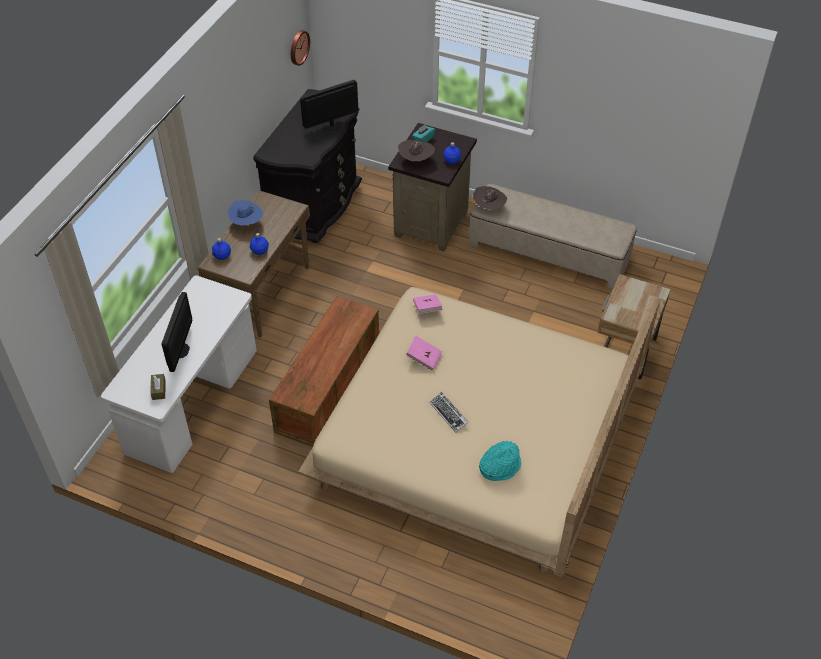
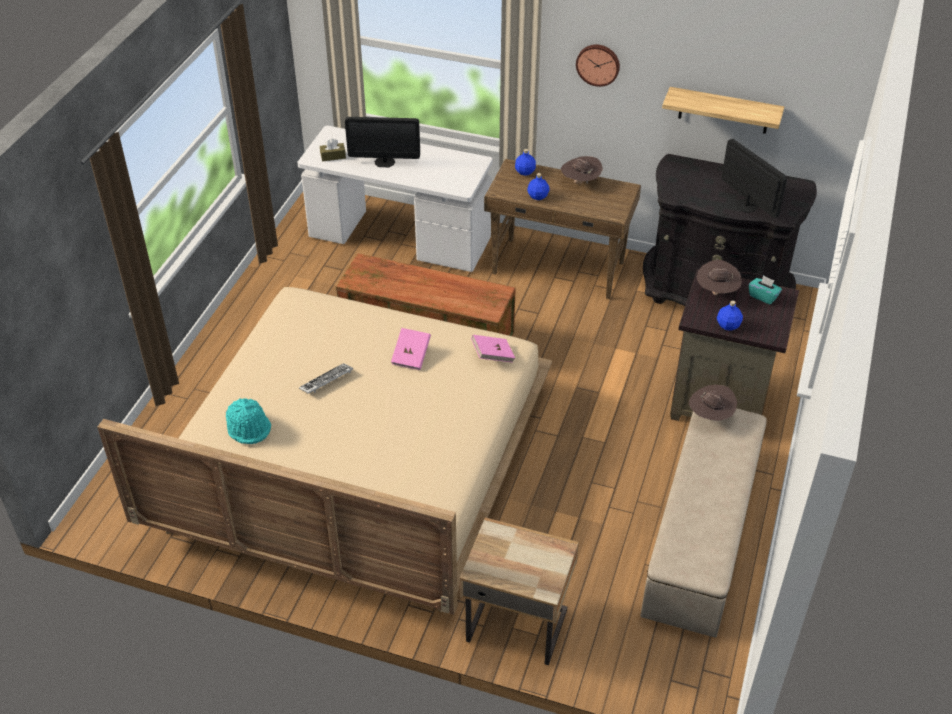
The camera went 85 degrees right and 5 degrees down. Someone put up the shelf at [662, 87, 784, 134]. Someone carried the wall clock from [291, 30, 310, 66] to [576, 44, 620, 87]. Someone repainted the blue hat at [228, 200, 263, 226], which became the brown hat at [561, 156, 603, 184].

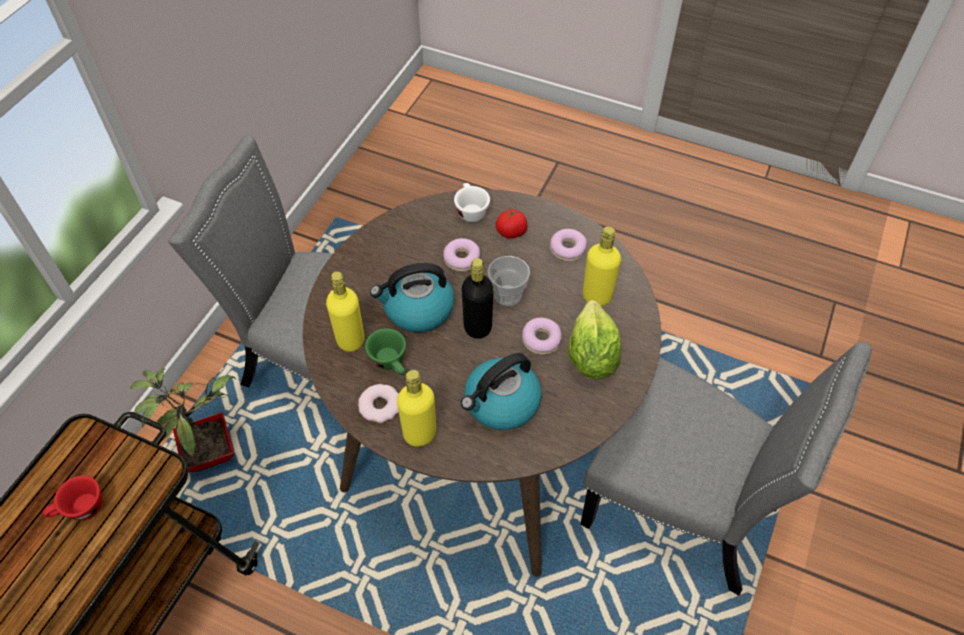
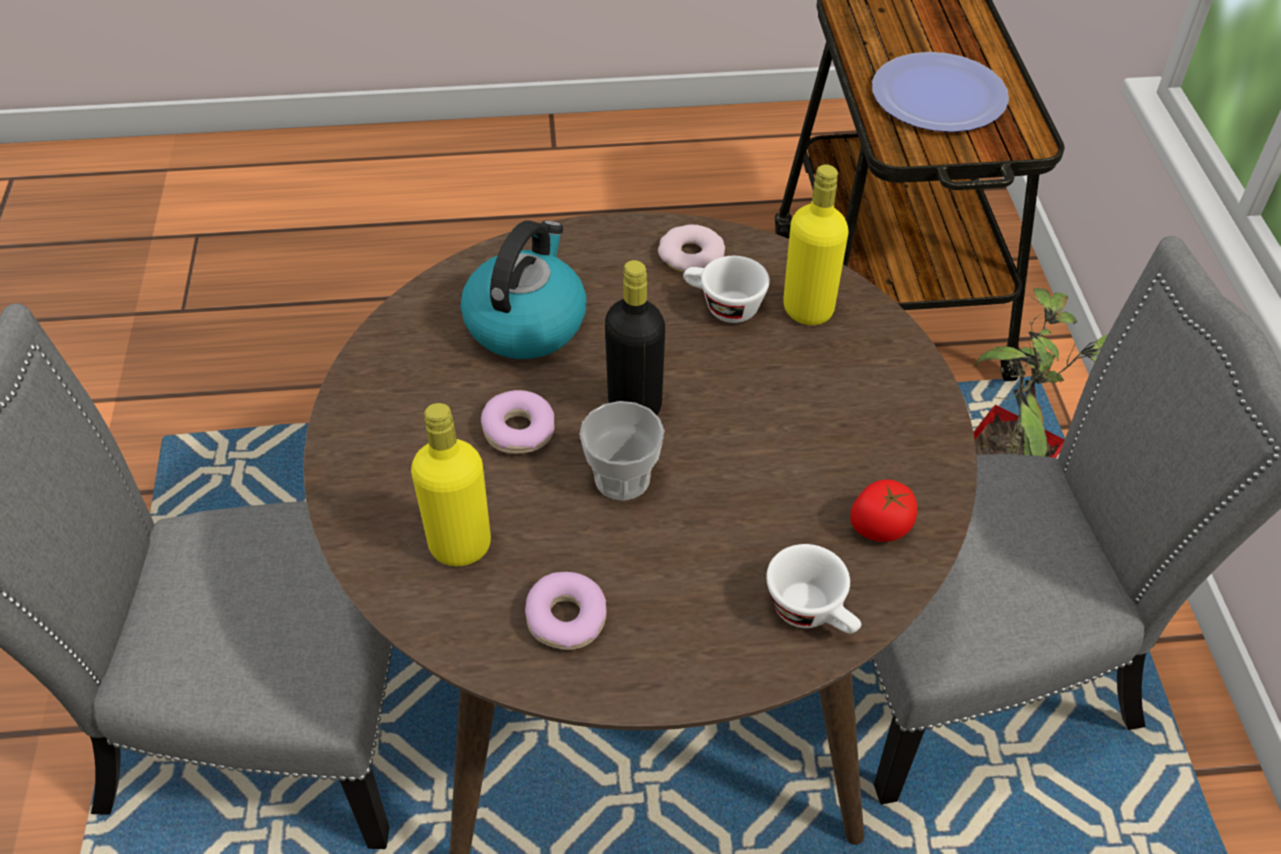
The camera went 150 degrees right and 5 degrees down. Someone took away the kettle at [370, 263, 455, 332]. Someone took away the yellow bottle at [397, 370, 436, 447]. Someone took away the donut at [443, 238, 480, 271]. Someone took away the lettuce at [568, 300, 621, 379]. Someone carried the tomato from [495, 209, 527, 238] to [850, 480, 917, 542]. Someone swapped the red cup at [43, 476, 102, 521] for the plate at [872, 52, 1009, 132]. Someone repainted the green cup at [365, 328, 406, 375], which became the white cup at [683, 256, 770, 323].

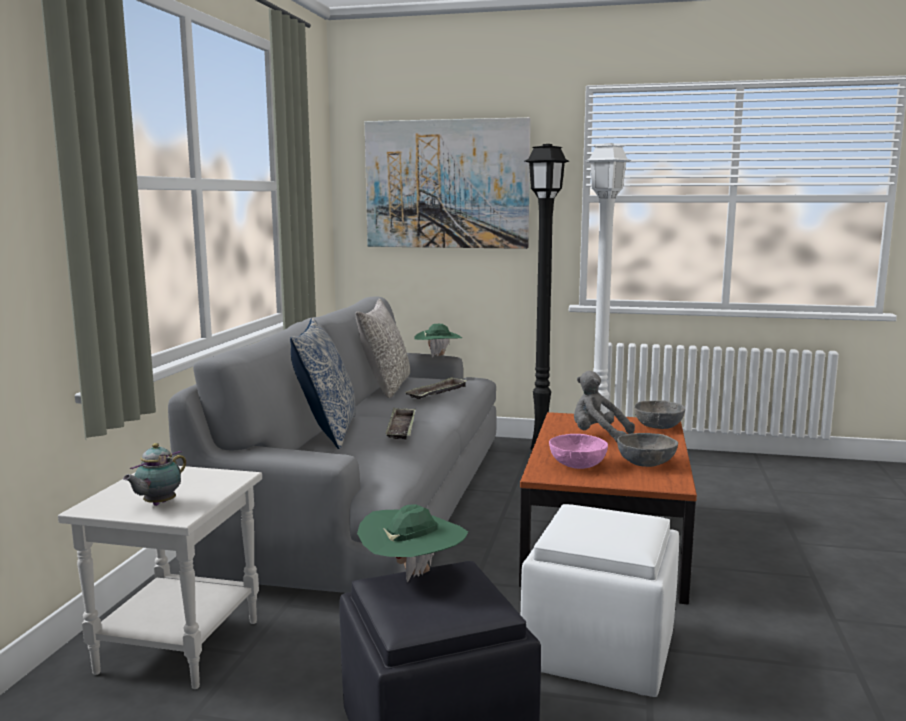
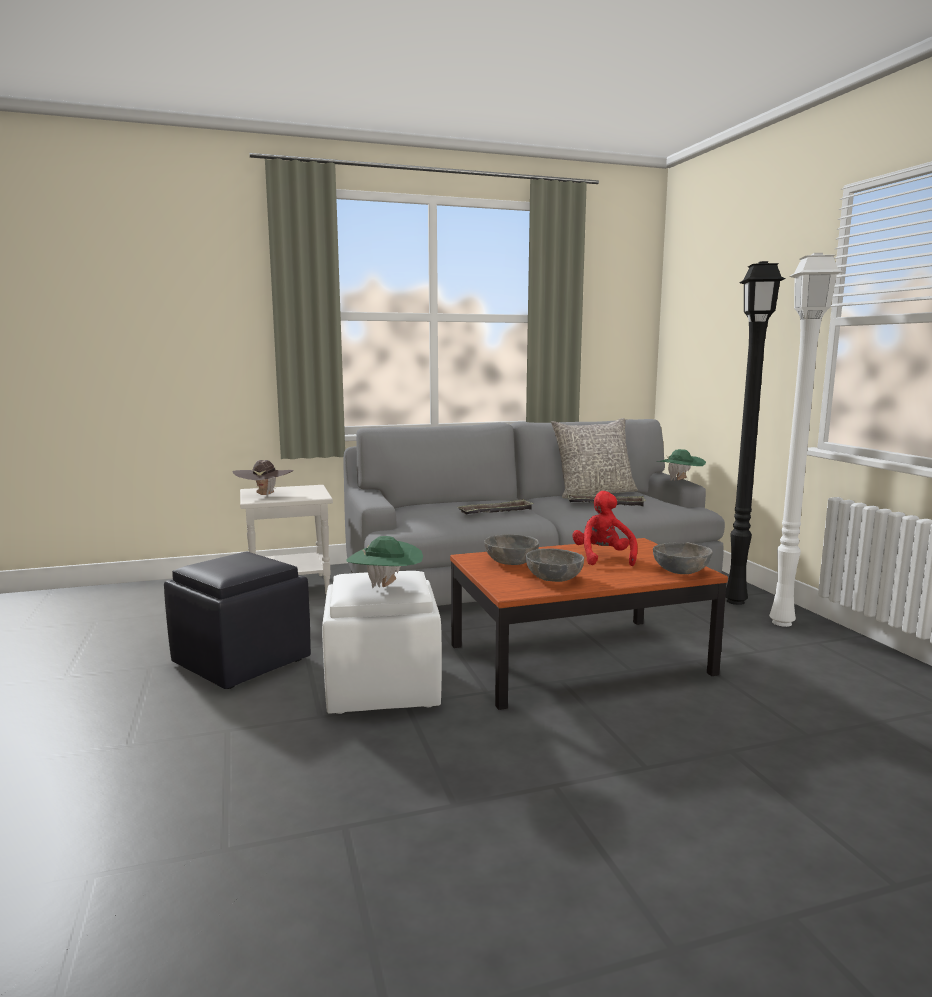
The camera went 60 degrees right and 0 degrees up. Someone took away the pillow at [290, 318, 356, 449]. Someone took away the picture at [365, 117, 531, 249]. Someone carried the green hat from [357, 504, 468, 582] to [346, 536, 423, 588]. Someone swapped the teapot at [123, 443, 187, 506] for the brown hat at [233, 460, 294, 496]. Someone repainted the pink bowl at [549, 434, 608, 469], which became the grey bowl at [484, 534, 539, 565]. Someone repainted the grey plush toy at [574, 371, 635, 442], which became the red plush toy at [572, 491, 638, 566].

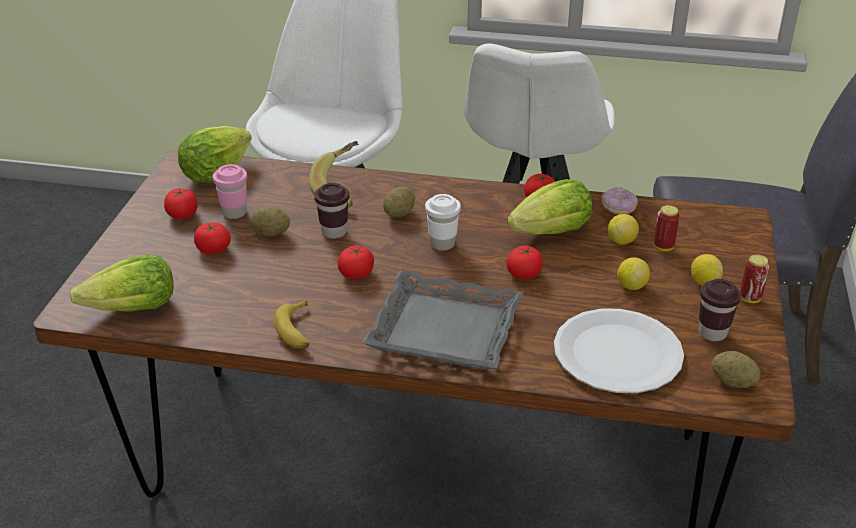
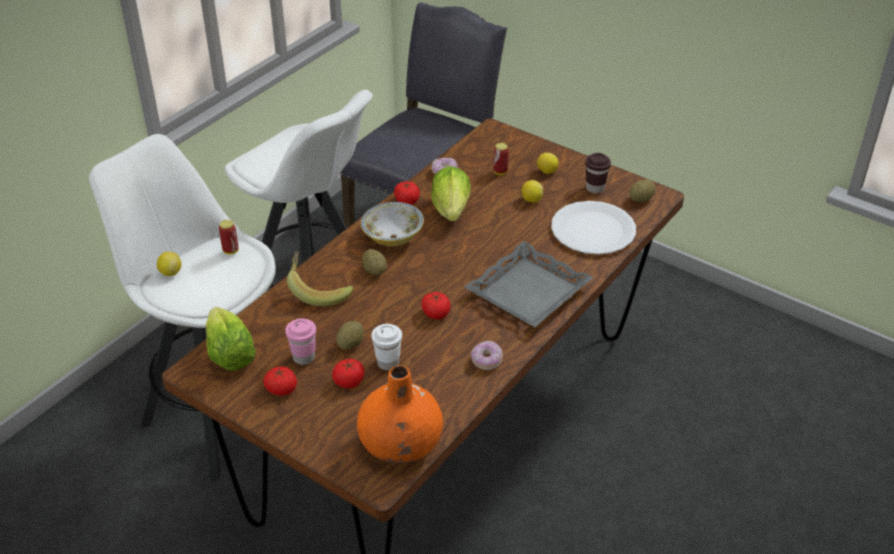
The camera went 65 degrees left and 5 degrees up. Someone took away the brown cup at [314, 183, 349, 239]. Someone took away the tomato at [507, 246, 543, 279]. Someone put down the bowl at [361, 202, 424, 246]. Someone carried the white cup from [425, 194, 461, 251] to [372, 324, 402, 370]. Someone carried the lemon from [608, 214, 639, 245] to [157, 252, 181, 276]. Someone carried the can from [740, 255, 769, 303] to [219, 220, 239, 255]. Someone swapped the lettuce at [70, 254, 174, 312] for the orange vase at [357, 365, 443, 463]. Someone swapped the banana at [274, 300, 310, 348] for the donut at [471, 341, 503, 370].

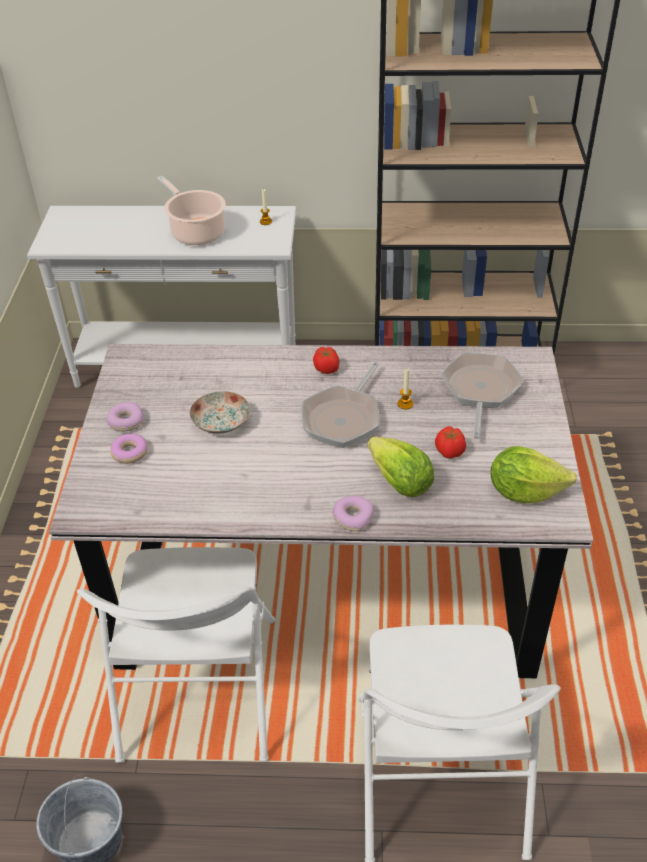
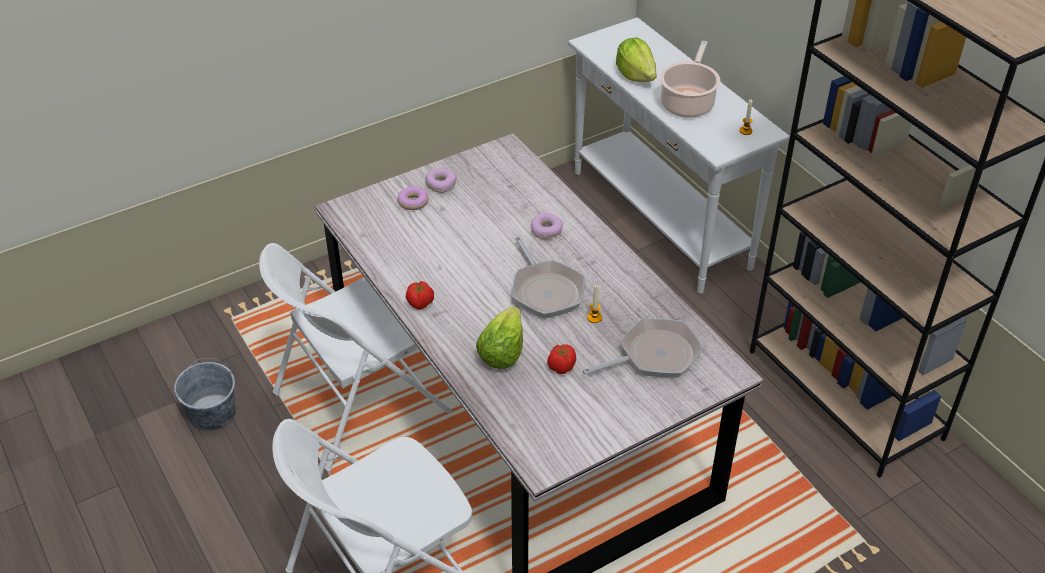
The camera went 55 degrees right and 0 degrees up. Someone took away the plate at [189, 391, 250, 434]. Someone carried the tomato from [313, 347, 339, 374] to [406, 281, 434, 309]. Someone carried the donut from [333, 496, 374, 531] to [530, 213, 563, 239]. Someone carried the lettuce from [491, 446, 577, 503] to [616, 37, 657, 82]. Someone rotated the frying pan at [301, 362, 380, 448] by 105 degrees counterclockwise.

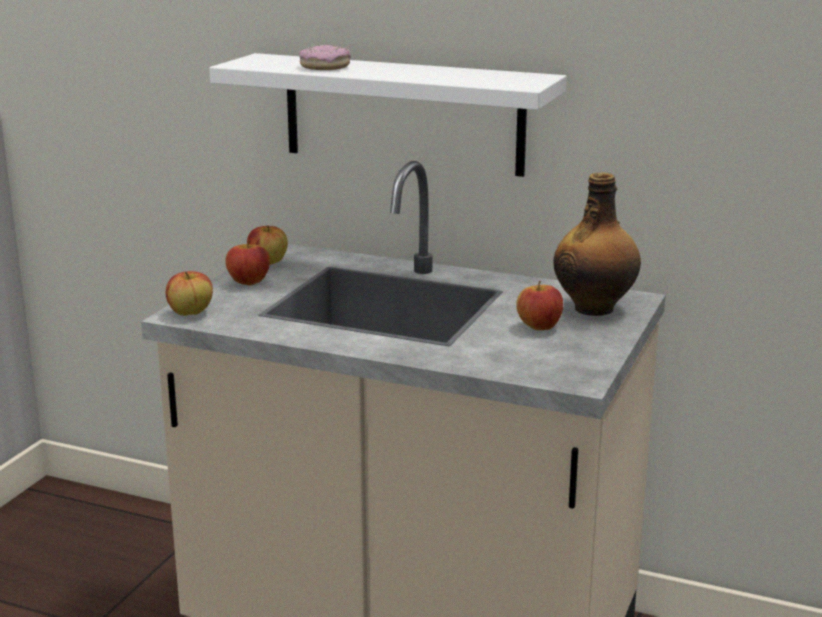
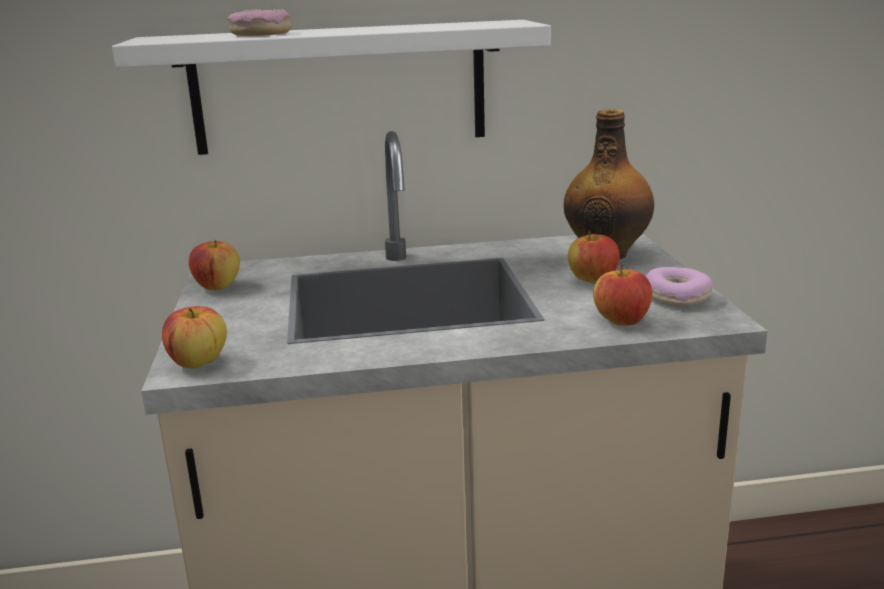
The camera went 30 degrees left and 0 degrees up. Someone put down the donut at [646, 267, 713, 307]. Someone carried the apple from [225, 240, 270, 285] to [593, 264, 652, 326].

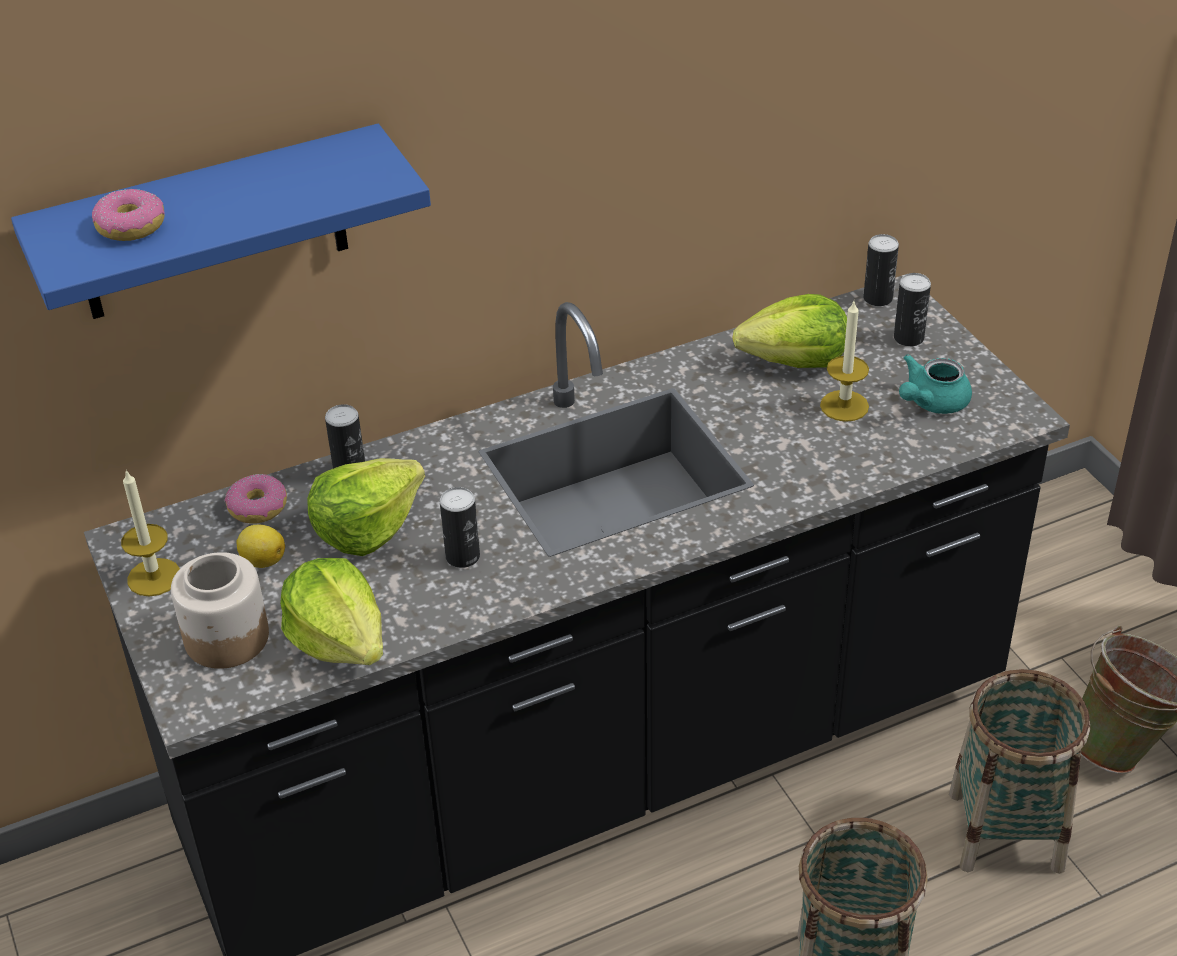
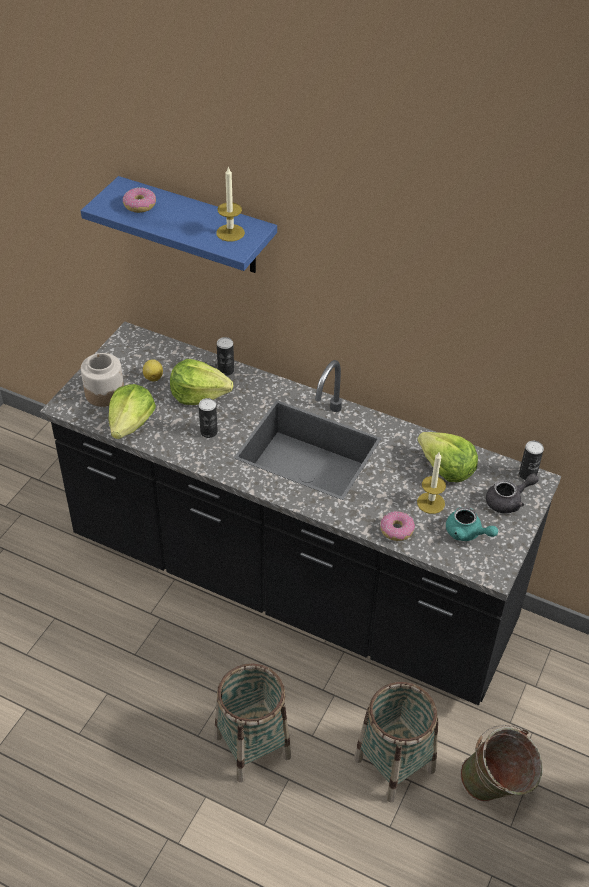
The camera went 50 degrees right and 5 degrees up. Someone carried the candle from [121, 469, 180, 597] to [216, 166, 245, 242]. Someone carried the donut from [225, 474, 287, 524] to [380, 511, 415, 541]. Someone swapped the can at [894, 273, 931, 346] for the grey teapot at [486, 473, 539, 513]. Someone rotated the turquoise teapot at [899, 354, 972, 414] by 150 degrees counterclockwise.

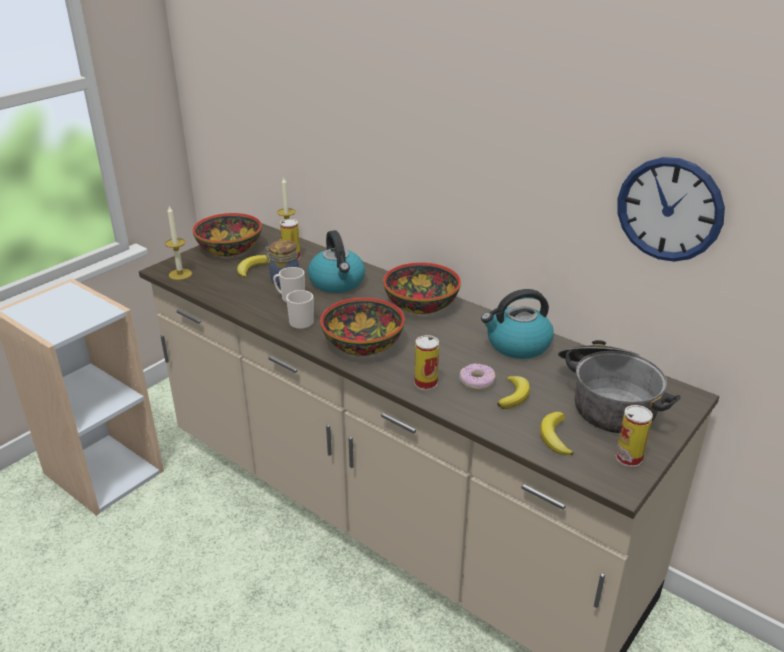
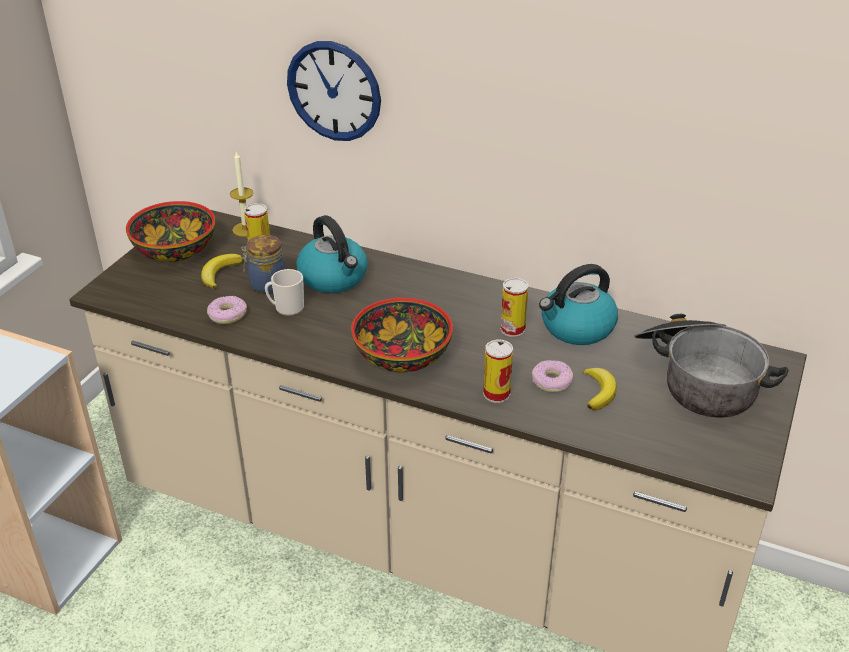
The camera went 15 degrees left and 5 degrees up. Someone took away the candle at [165, 206, 192, 280]. Someone took away the mug at [286, 290, 314, 329]. Someone took away the bowl at [383, 262, 461, 314]. Someone took away the banana at [540, 412, 574, 456]. Someone put down the donut at [207, 296, 247, 324]. Someone carried the can from [616, 405, 653, 467] to [501, 278, 528, 337]. Someone carried the wall clock from [617, 157, 725, 262] to [287, 41, 381, 141].

